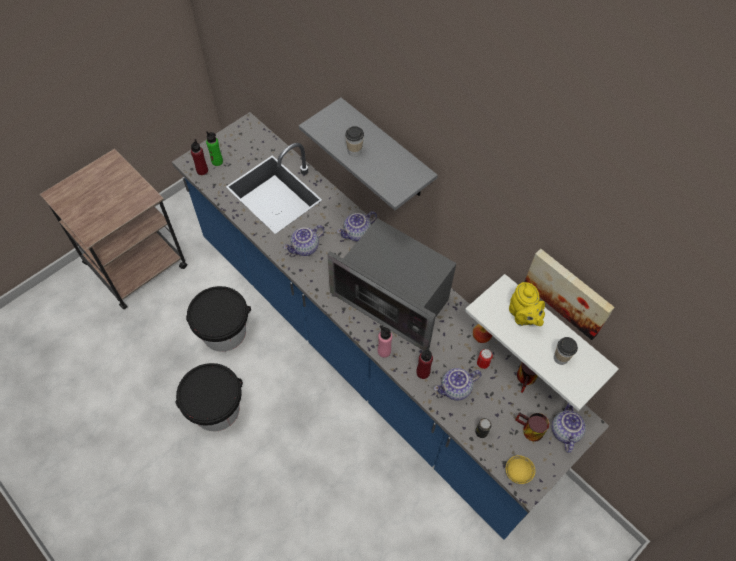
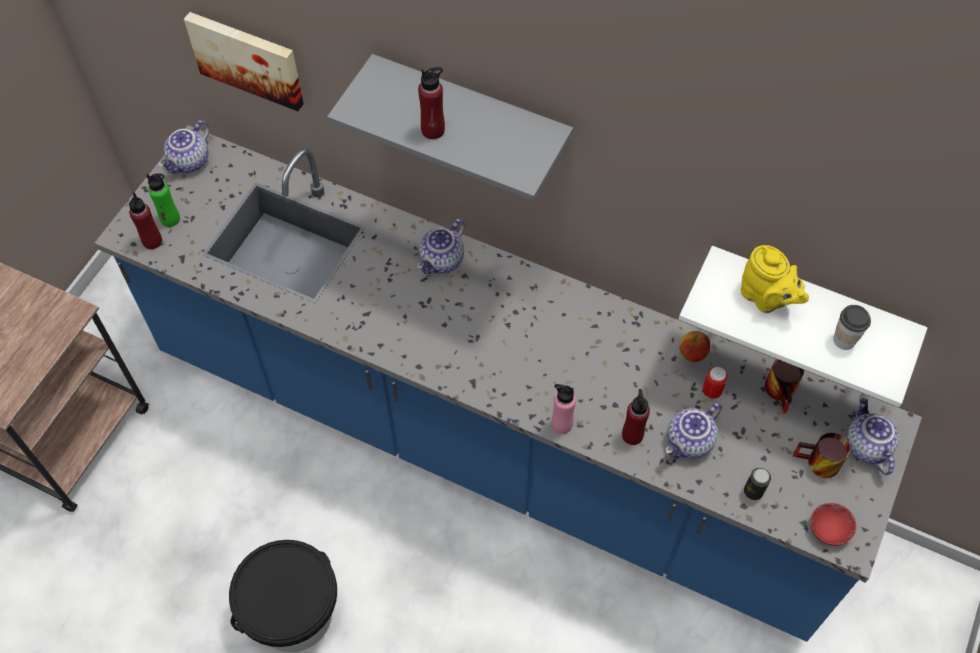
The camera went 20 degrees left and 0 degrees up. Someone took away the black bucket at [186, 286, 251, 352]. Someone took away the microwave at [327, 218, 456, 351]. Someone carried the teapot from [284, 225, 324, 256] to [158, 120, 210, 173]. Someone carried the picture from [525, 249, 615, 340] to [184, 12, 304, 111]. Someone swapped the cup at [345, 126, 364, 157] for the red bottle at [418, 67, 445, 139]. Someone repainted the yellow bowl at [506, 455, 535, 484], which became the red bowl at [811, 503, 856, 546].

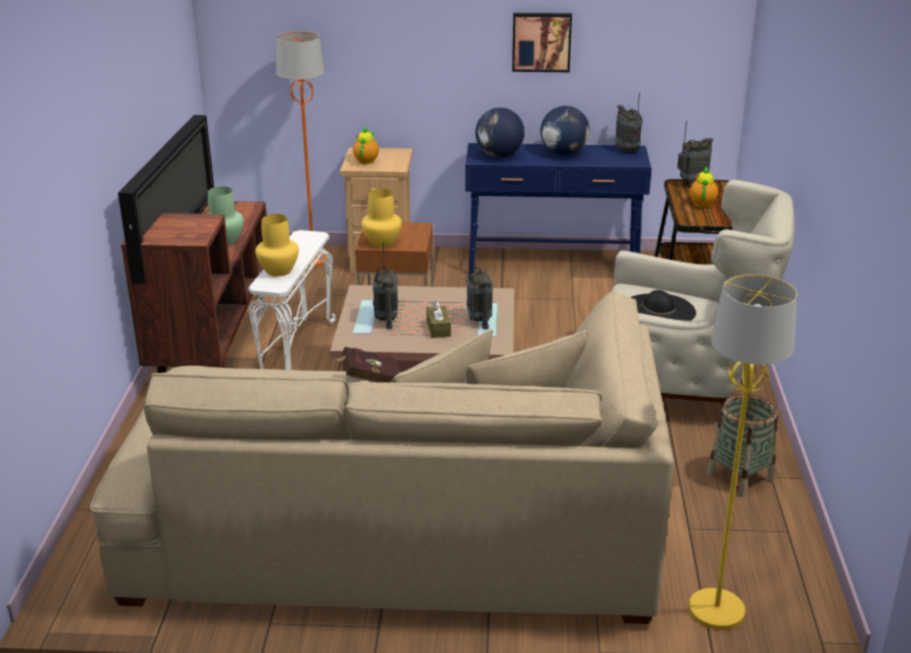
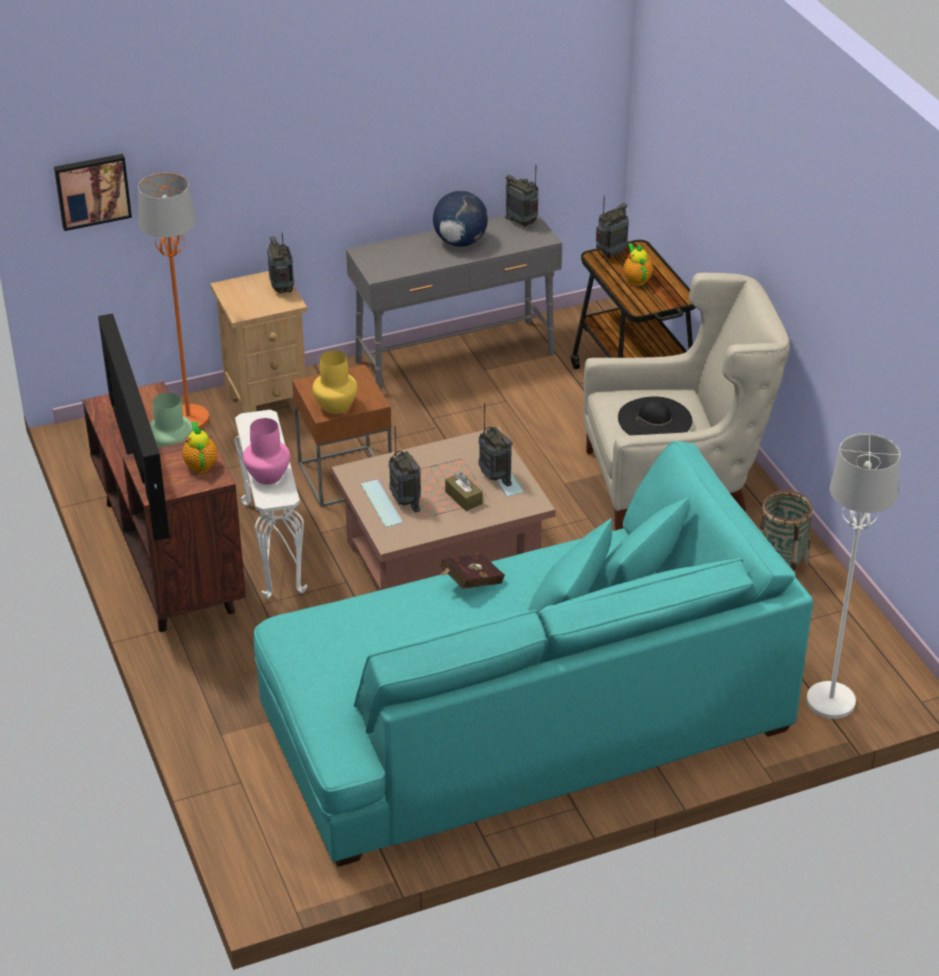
The camera went 25 degrees left and 10 degrees up. Someone took away the globe at [475, 108, 525, 157]. Someone put down the radio at [267, 232, 294, 293]. Someone carried the teapot from [353, 126, 379, 164] to [182, 422, 217, 473]. Someone carried the picture from [512, 13, 572, 72] to [54, 154, 132, 231]. Someone repainted the beige sofa at [90, 290, 674, 624], which became the turquoise sofa at [254, 441, 813, 867]. Someone repainted the yellow vase at [255, 214, 299, 277], which became the pink vase at [243, 418, 290, 485]. Someone repainted the blue console table at [465, 143, 652, 273], which became the grey console table at [346, 214, 563, 391]. Someone repainted the yellow floor lamp at [689, 274, 797, 630], which became the white floor lamp at [807, 433, 900, 719].

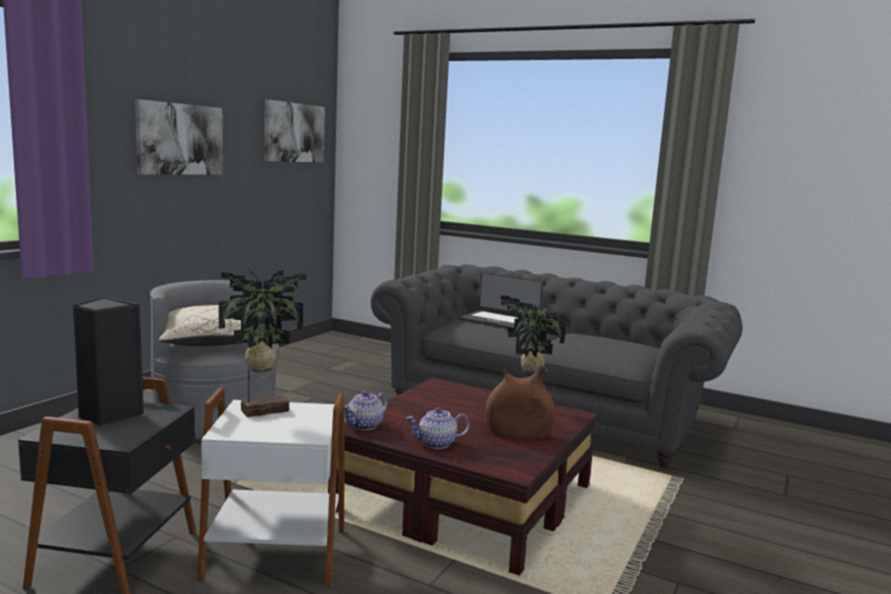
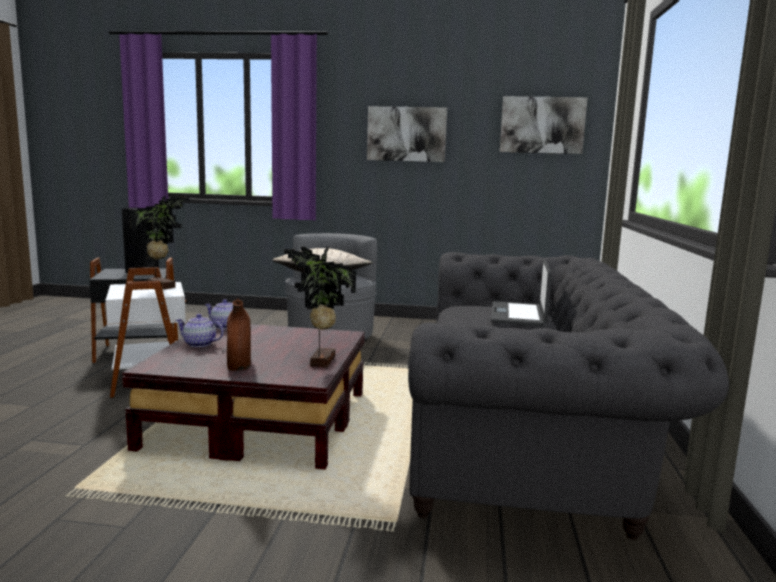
The camera went 70 degrees right and 0 degrees up. Someone rotated the teapot at [406, 407, 470, 449] by 45 degrees counterclockwise.

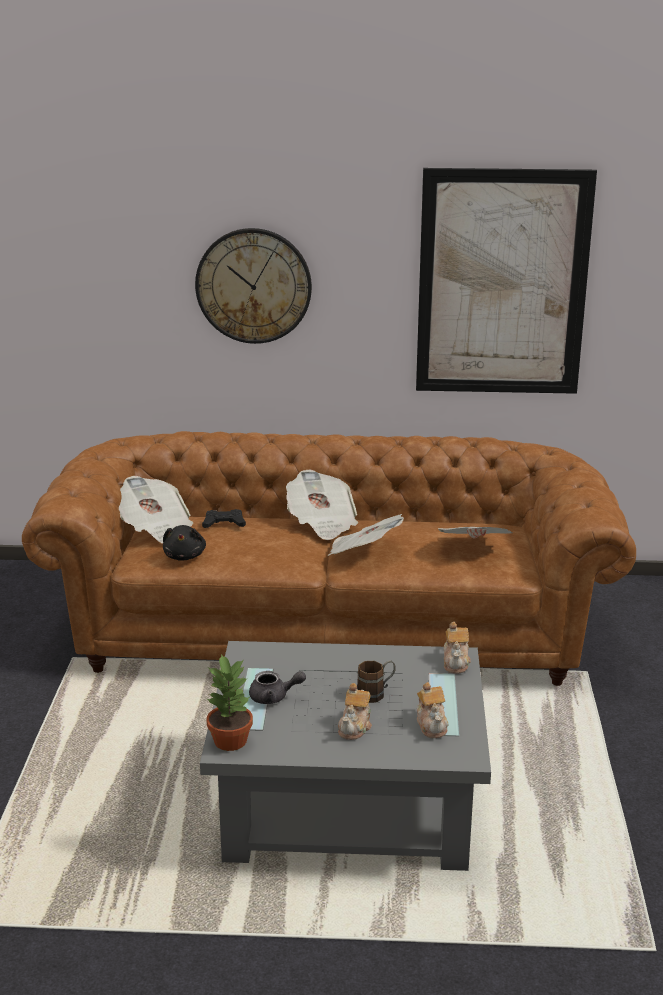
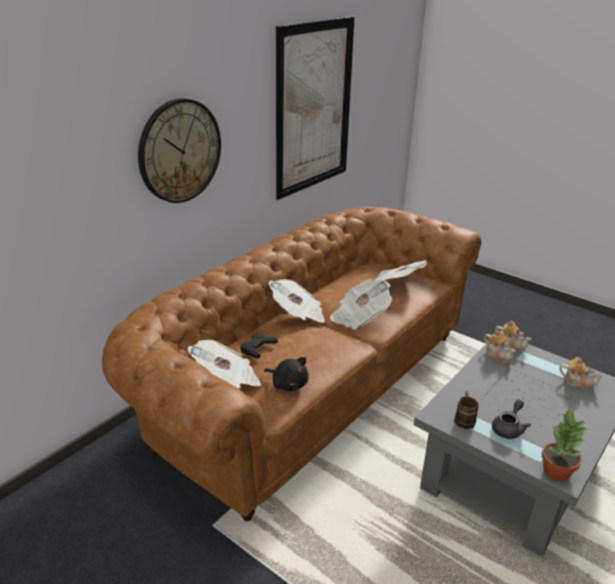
The camera went 55 degrees left and 5 degrees up. Someone carried the teapot from [338, 683, 372, 740] to [484, 330, 516, 364]. Someone carried the brown mug from [357, 660, 396, 703] to [454, 391, 479, 429].

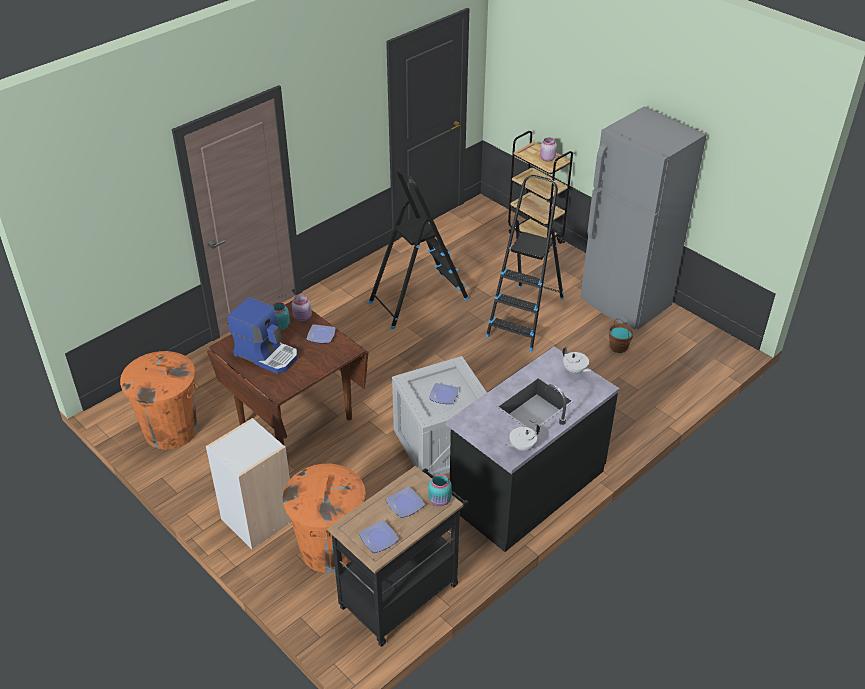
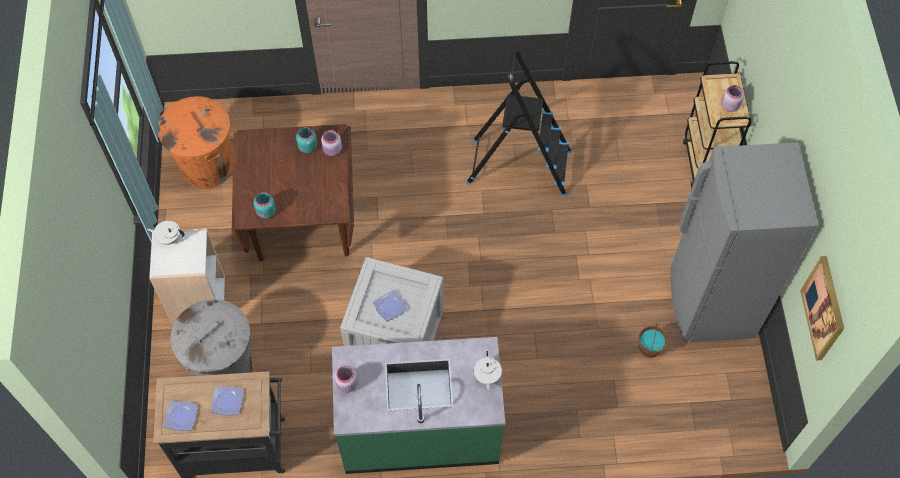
The camera went 40 degrees right and 20 degrees up. Someone took away the coffee machine at [227, 297, 298, 374]. Someone took away the plate at [306, 324, 336, 344]. Someone took away the black step ladder at [486, 175, 564, 352]. Someone put down the pink jar at [334, 366, 358, 393]. Someone put up the picture at [800, 256, 844, 360]. Someone carried the turquoise jar from [428, 474, 452, 506] to [254, 192, 276, 219]. Someone carried the white teapot from [505, 424, 540, 451] to [147, 221, 185, 245]. Someone repainted the orange trash can at [283, 464, 366, 573], which became the grey trash can at [171, 299, 252, 376]. Someone repainted the black counter at [446, 347, 620, 552], which became the green counter at [332, 337, 506, 474].

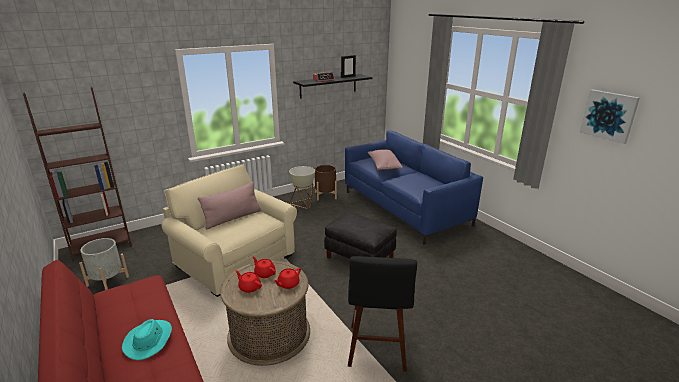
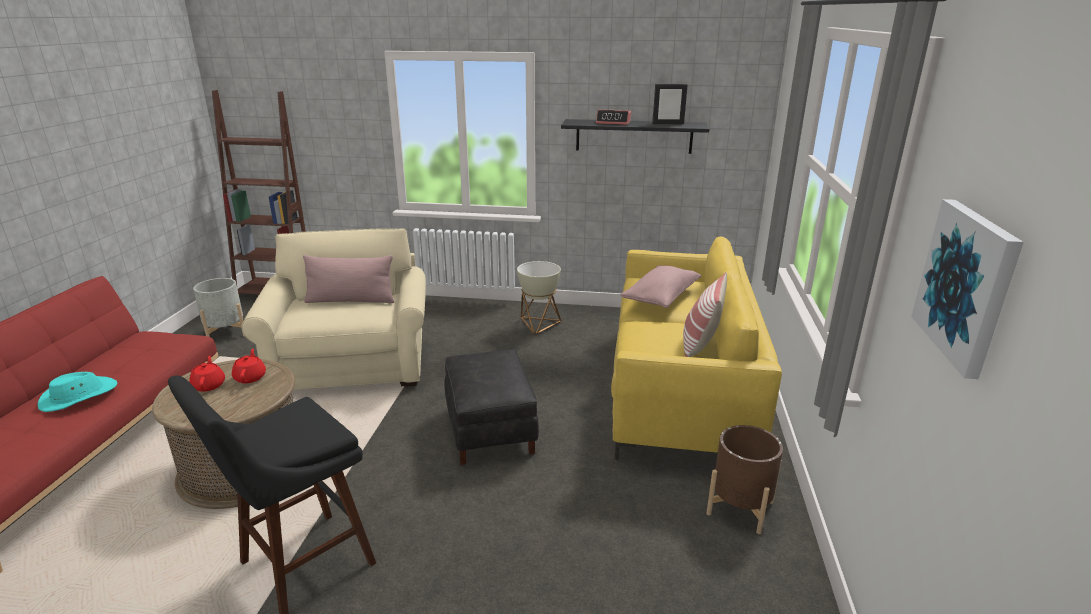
The camera went 40 degrees right and 0 degrees up. Someone took away the red teapot at [273, 268, 301, 289]. Someone put down the pillow at [683, 272, 727, 357]. Someone carried the brown planter from [315, 165, 337, 200] to [706, 425, 783, 534]. Someone repainted the blue sofa at [345, 130, 483, 245], which became the yellow sofa at [611, 237, 782, 461].

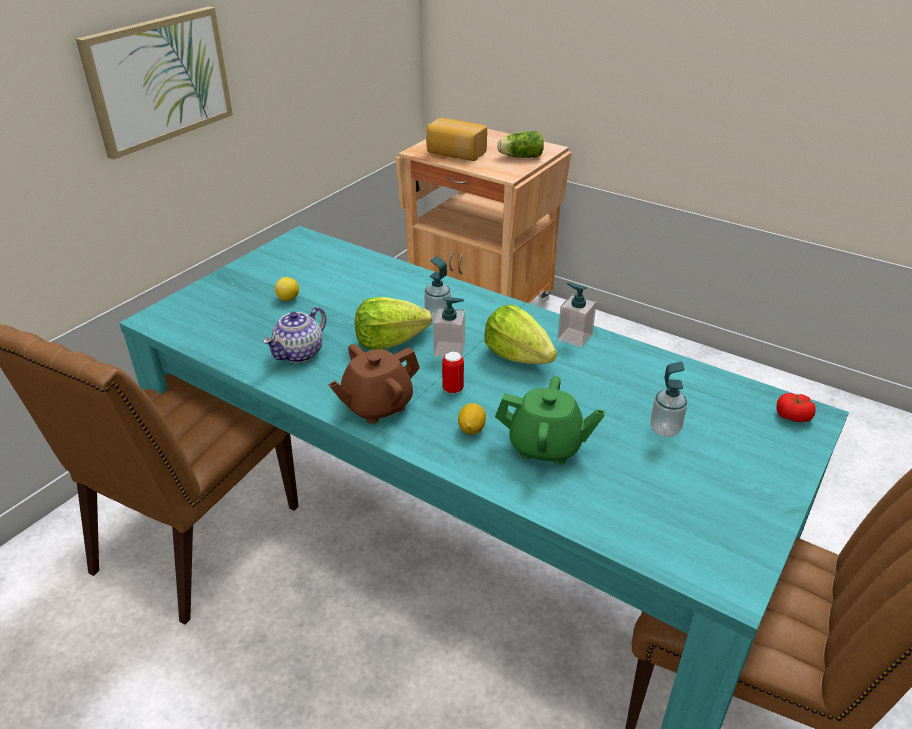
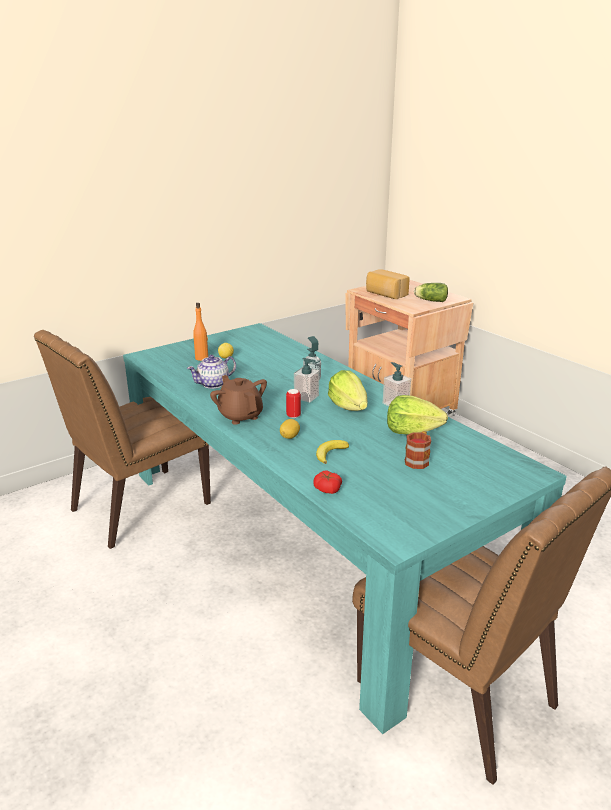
The camera went 20 degrees right and 10 degrees down. Someone took away the picture at [76, 6, 233, 160]. Someone put down the orange bottle at [193, 303, 208, 361]. Someone carried the lettuce from [355, 297, 432, 350] to [387, 395, 448, 435]. Someone carried the tomato from [777, 393, 816, 422] to [313, 470, 342, 494]. Someone swapped the green teapot at [495, 376, 605, 465] for the banana at [316, 440, 349, 464]. Someone swapped the soap dispenser at [650, 362, 687, 437] for the mug at [405, 431, 431, 469]. Someone rotated the brown teapot at [329, 344, 420, 424] by 75 degrees clockwise.

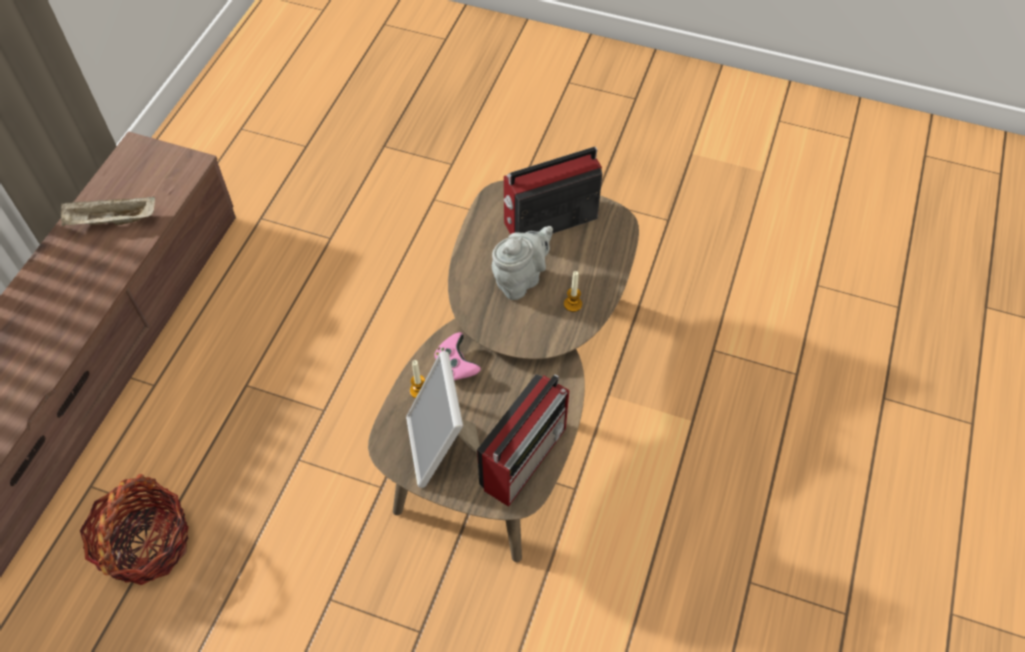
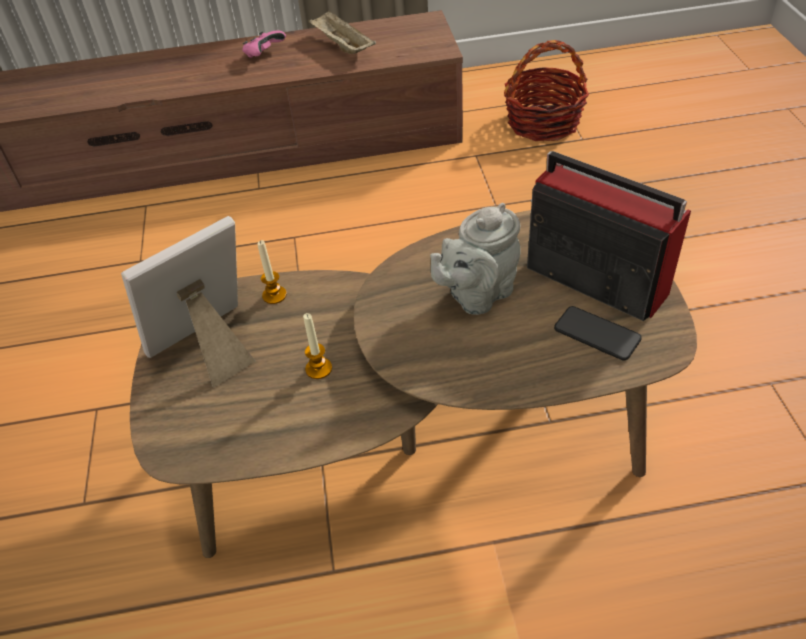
The camera went 65 degrees right and 10 degrees down. Someone took away the radio at [477, 374, 569, 507]. Someone put down the phone at [554, 306, 642, 360]. Someone carried the basket from [80, 474, 189, 585] to [504, 40, 589, 141]. Someone carried the pink game controller from [435, 332, 481, 381] to [242, 31, 286, 58]. Someone carried the candle from [564, 271, 582, 312] to [303, 313, 332, 379]. Someone rotated the grey teapot at [492, 226, 553, 300] by 120 degrees clockwise.

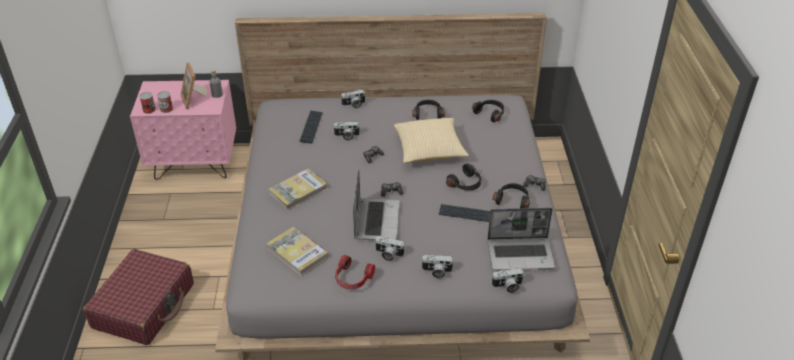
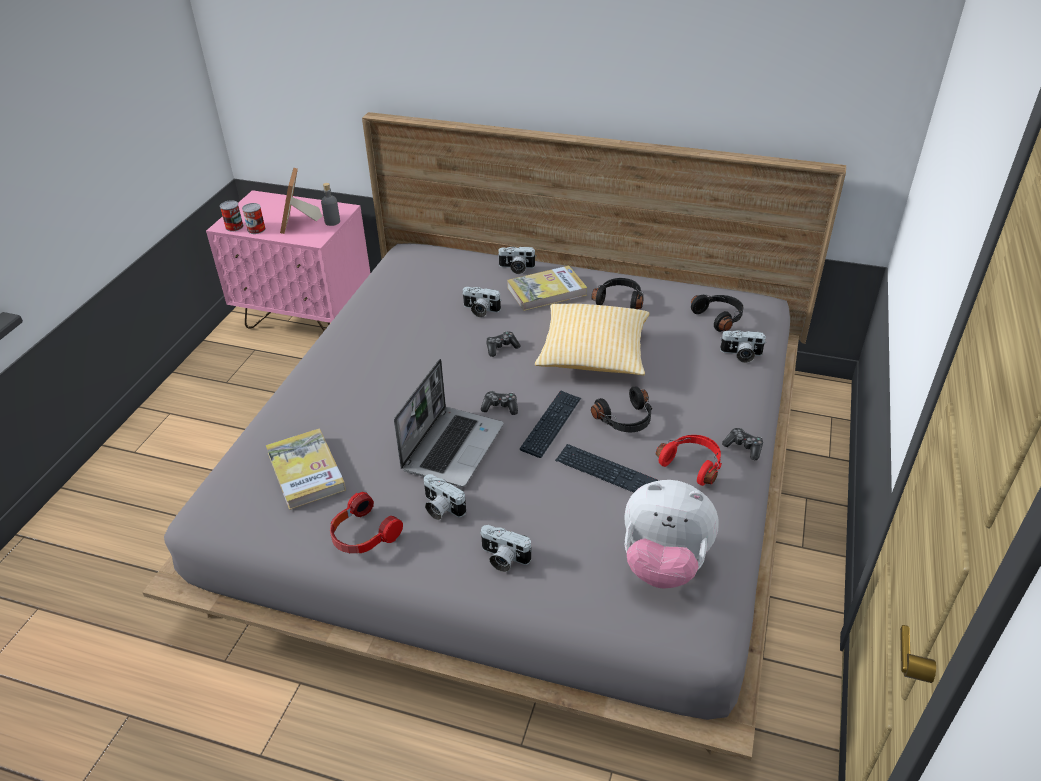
The camera went 20 degrees right and 0 degrees up. Someone took away the red suitcase at [83, 249, 194, 345]. Someone carried the book from [268, 169, 327, 210] to [507, 266, 587, 311]. Someone carried the keyboard from [300, 110, 323, 144] to [520, 390, 581, 458]. Someone carried the photo camera from [491, 268, 523, 293] to [720, 330, 766, 363]. Someone swapped the laptop at [487, 208, 555, 270] for the plush toy at [624, 480, 719, 589]. Someone repainted the black headphones at [493, 183, 530, 208], which became the red headphones at [656, 435, 722, 486].

